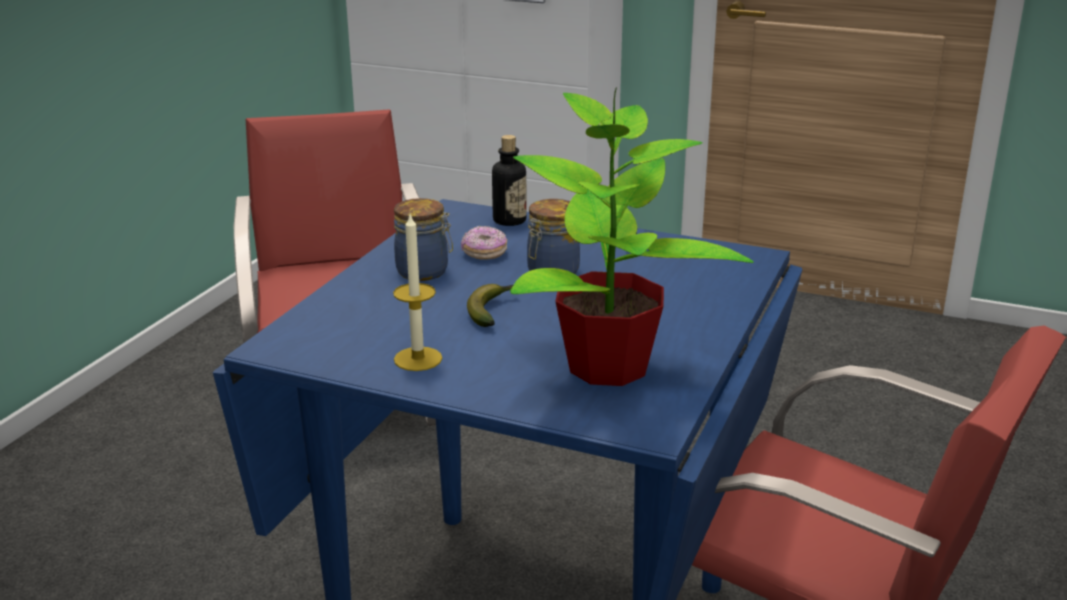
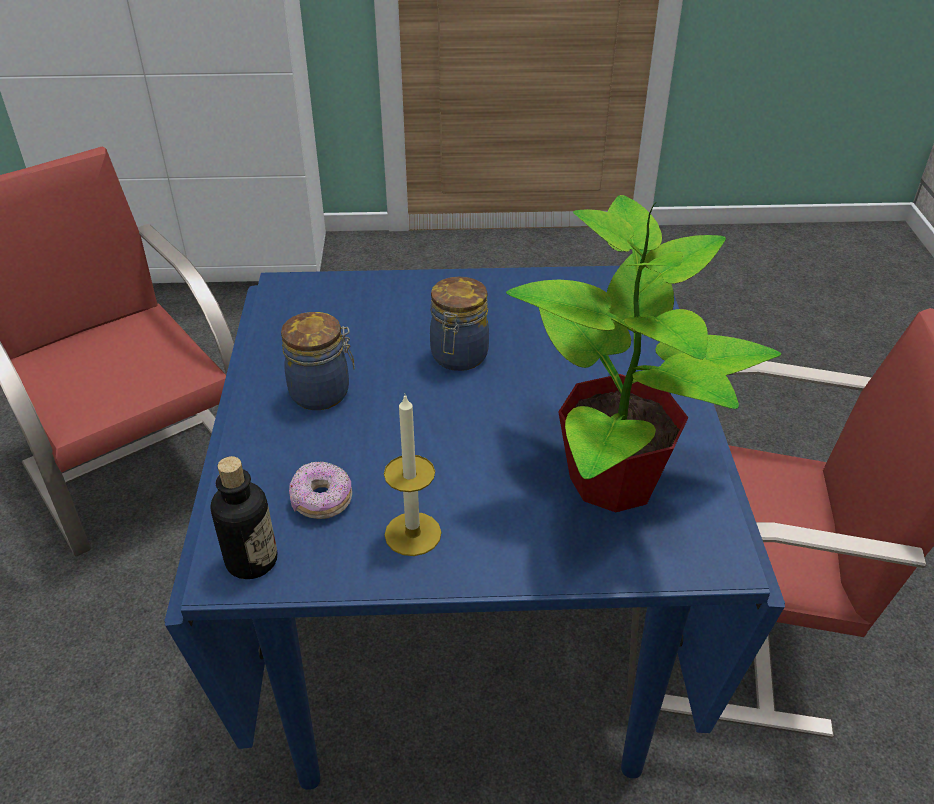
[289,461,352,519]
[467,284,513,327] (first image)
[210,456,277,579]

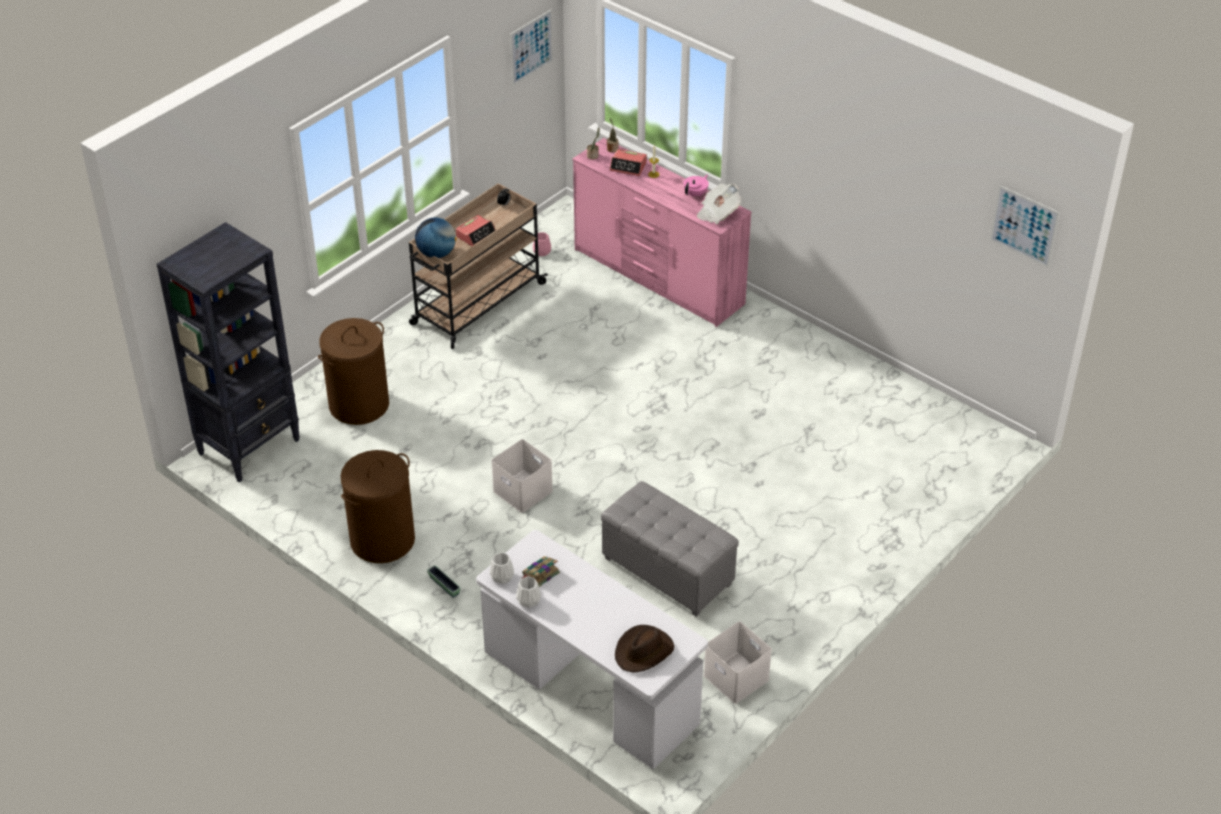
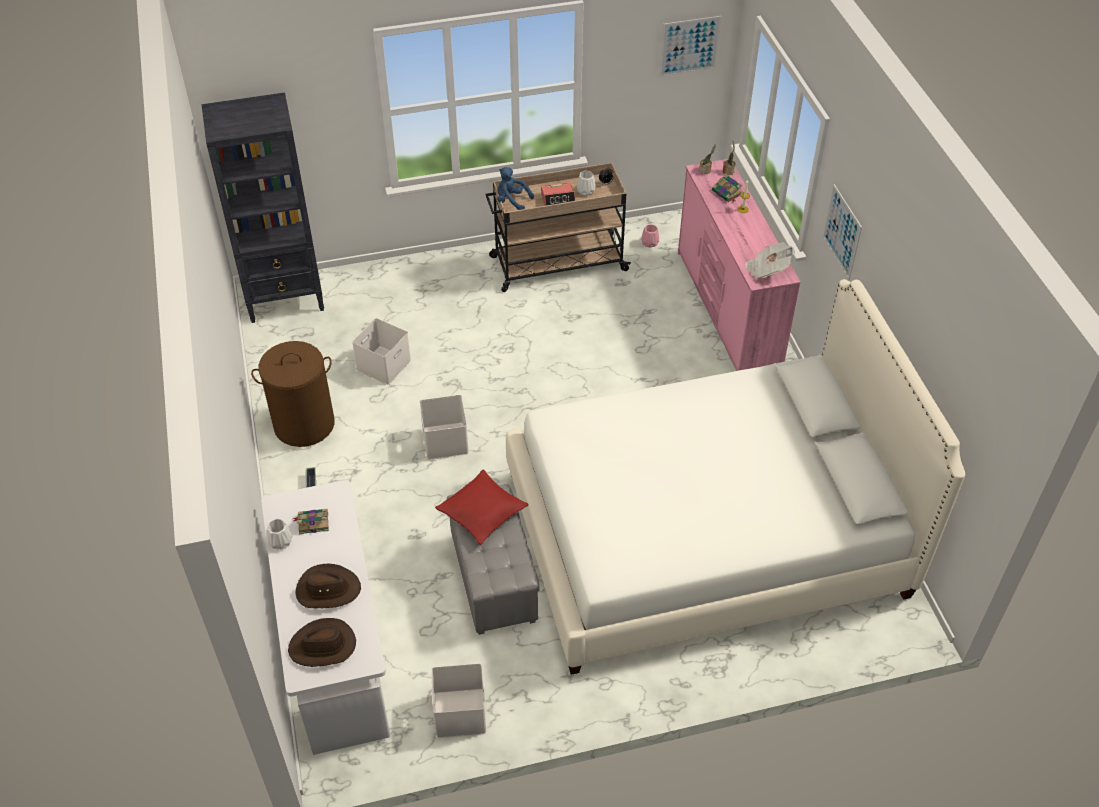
[318,318,389,425] (first image)
[497,167,534,210]
[577,171,596,196]
[712,174,742,202]
[683,174,709,197] (first image)
[822,184,862,280]
[296,564,361,608]
[352,318,411,385]
[435,470,528,545]
[506,279,965,675]

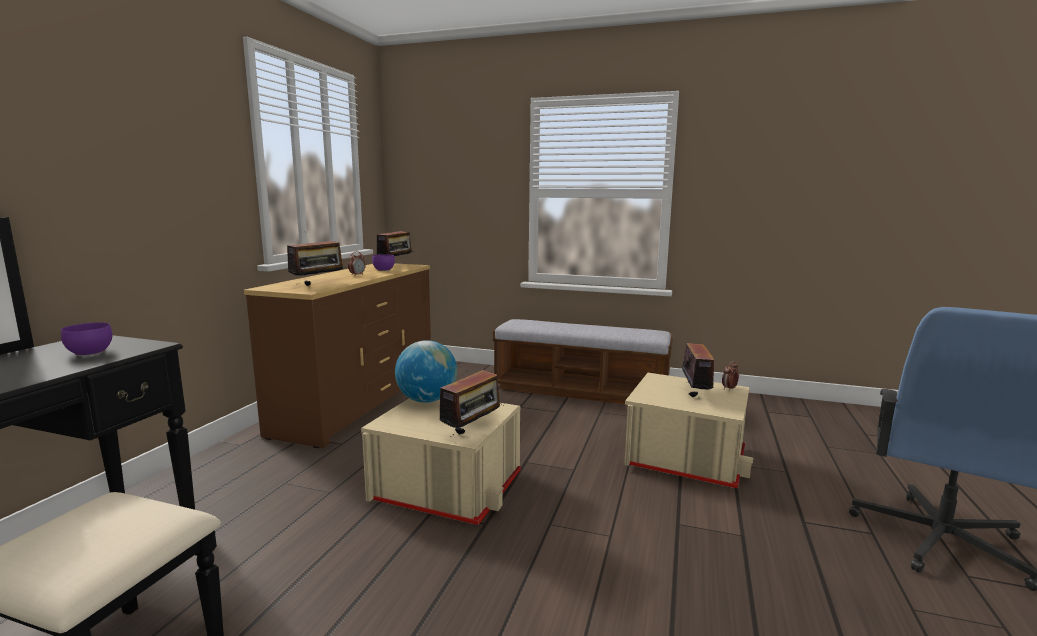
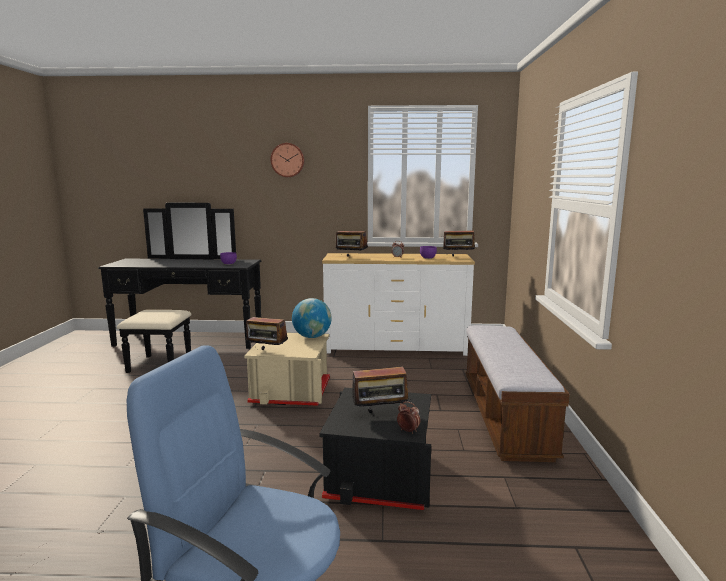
[322,253,475,356]
[319,388,431,510]
[271,143,304,177]

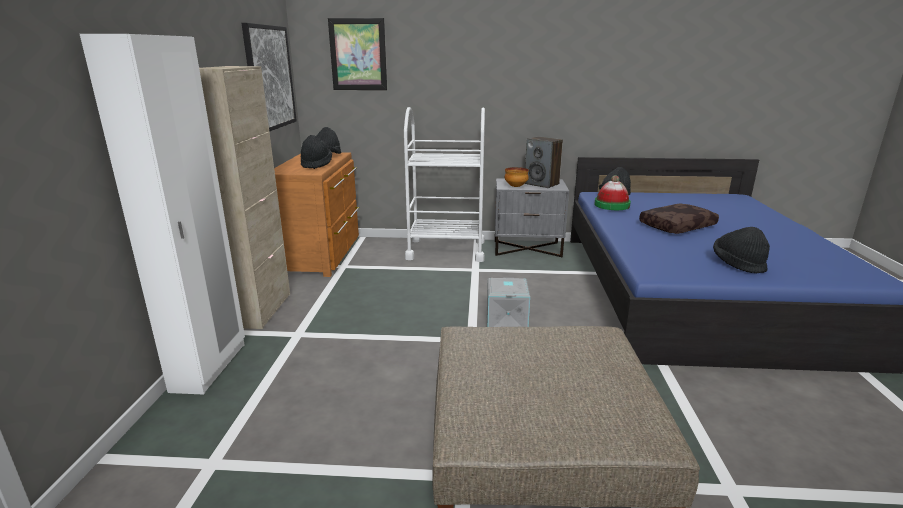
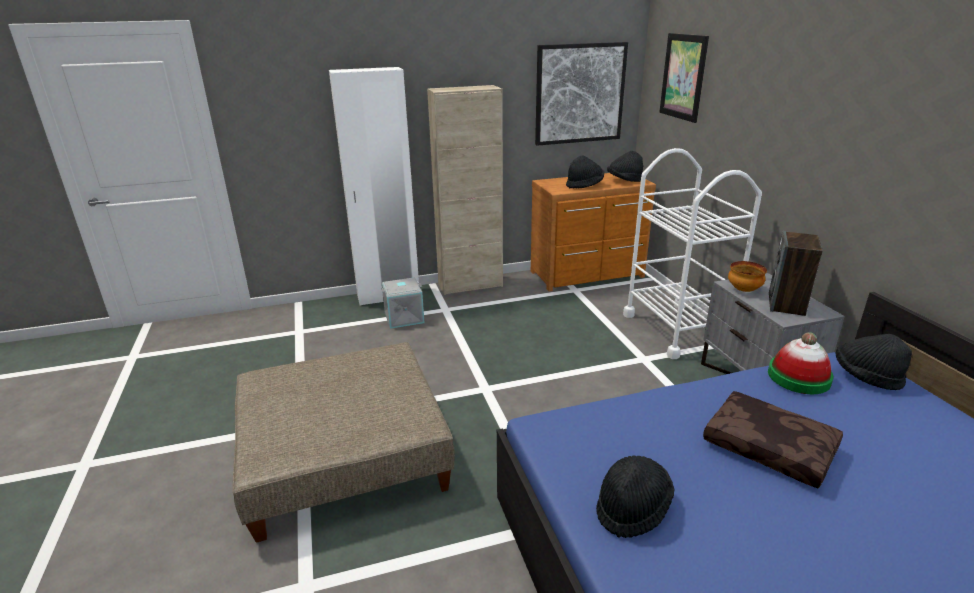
[381,278,425,329]

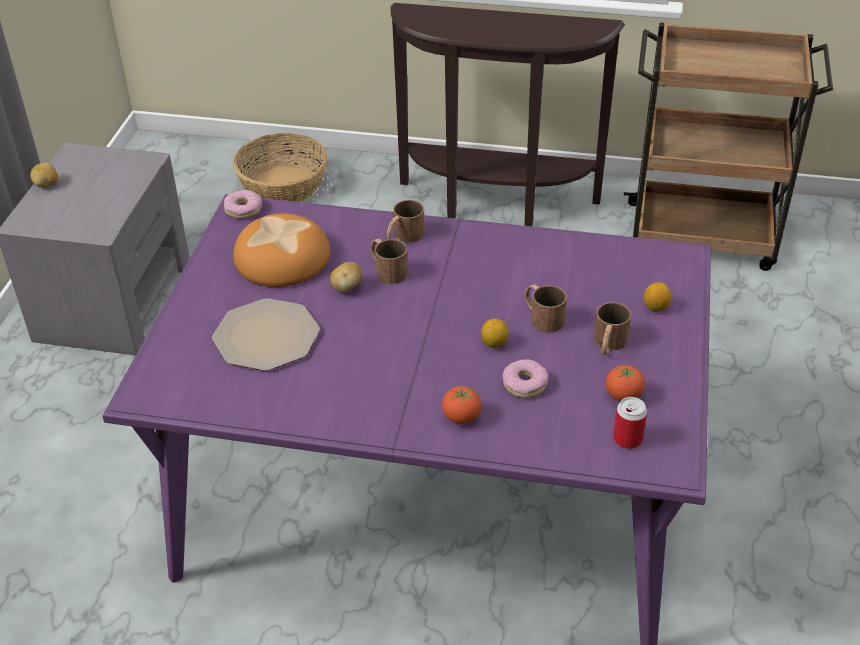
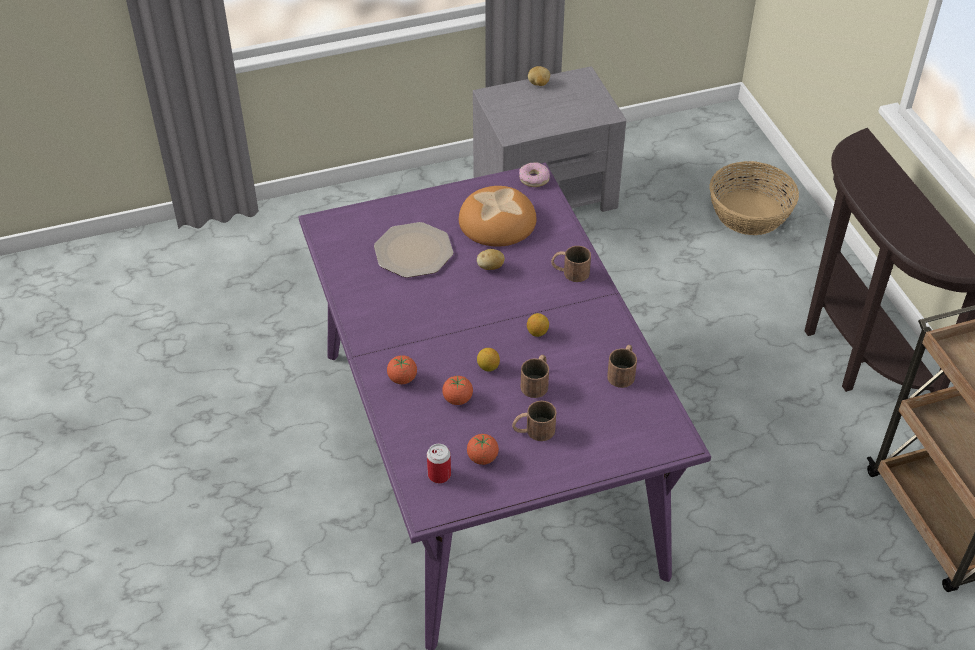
[607,345,637,388]
[442,376,473,405]
[527,313,549,337]

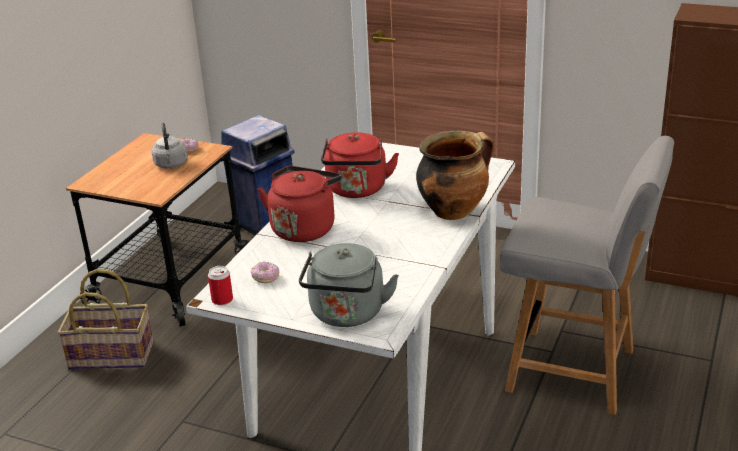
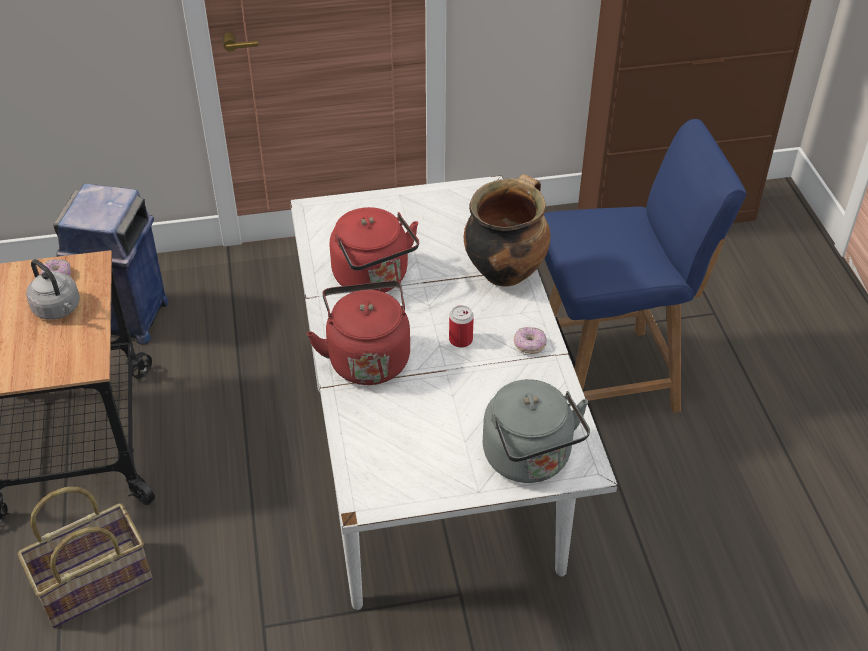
[449,305,474,348]
[514,327,546,354]
[544,119,746,413]

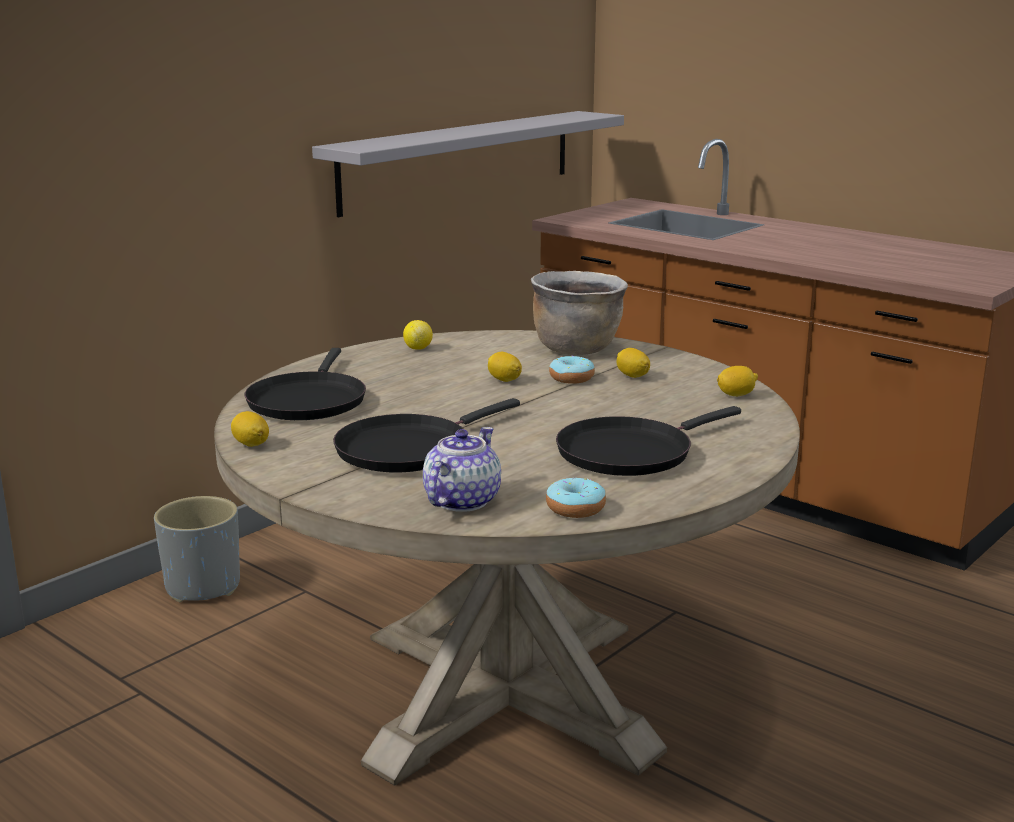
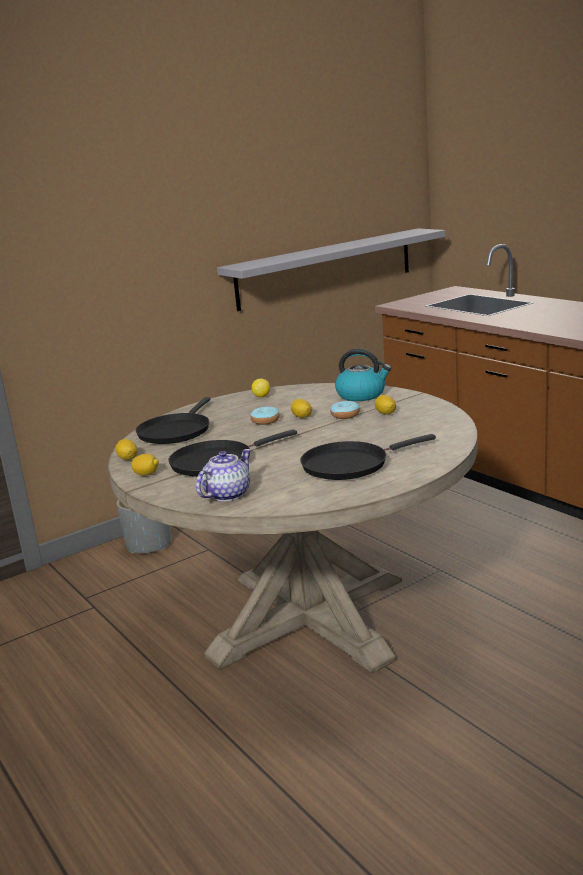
[335,349,392,401]
[250,406,280,425]
[131,454,159,476]

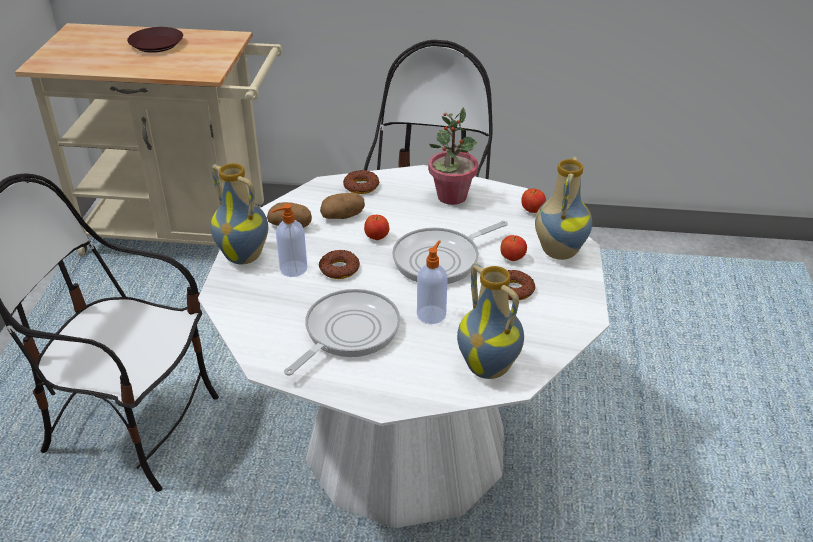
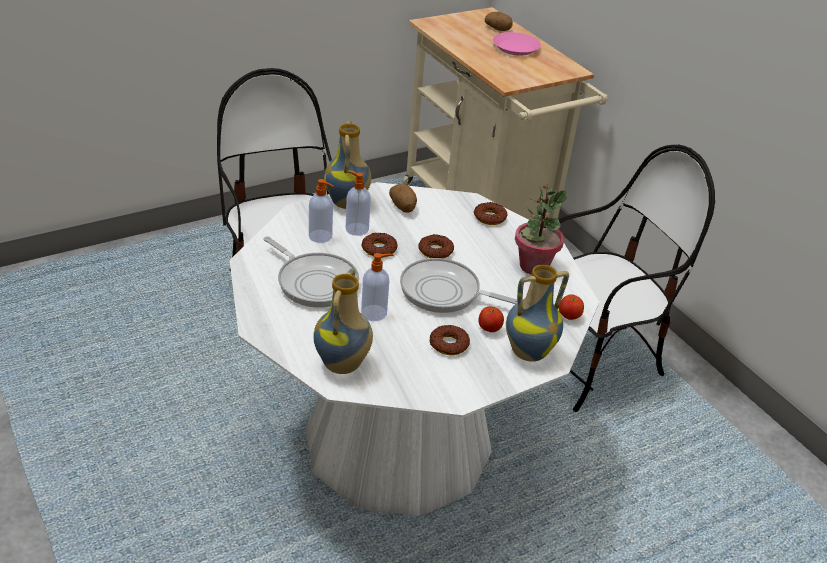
[493,32,541,56]
[263,236,359,308]
[485,12,513,31]
[418,234,454,259]
[309,179,333,243]

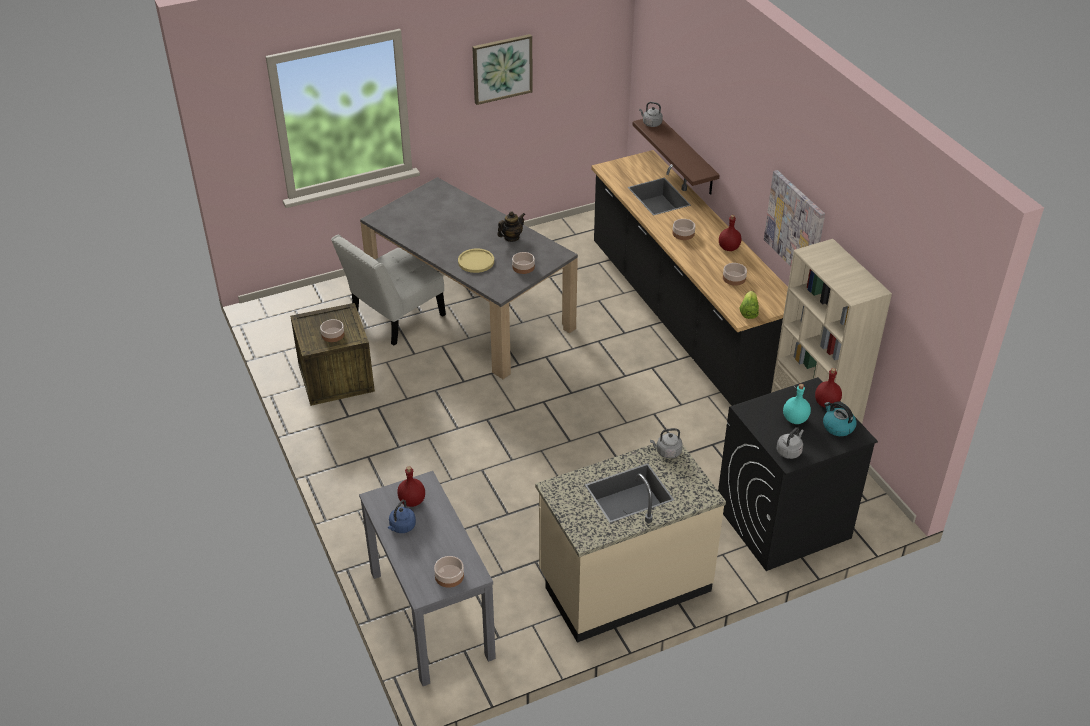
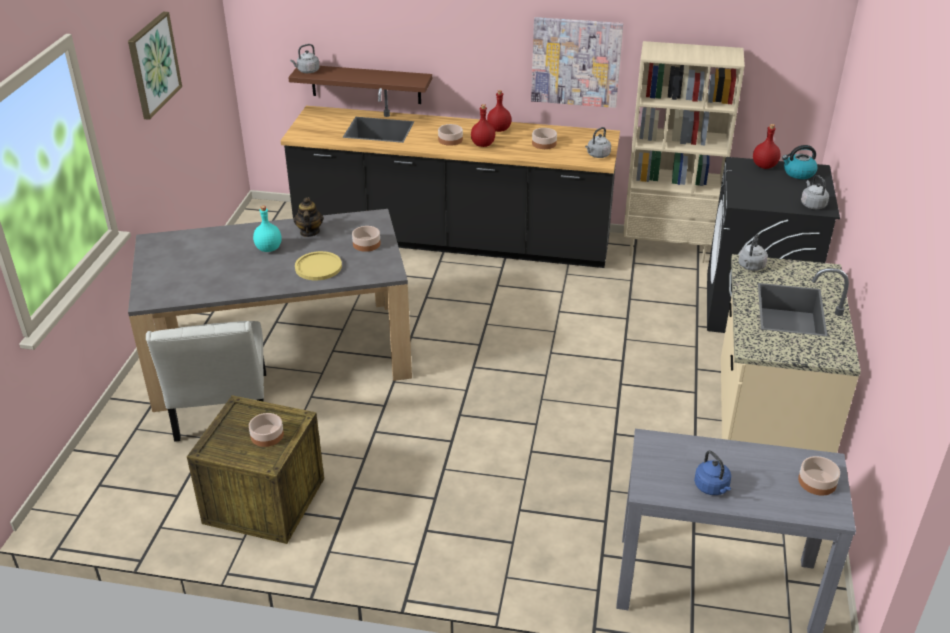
[471,104,495,147]
[585,127,611,158]
[253,206,282,252]

